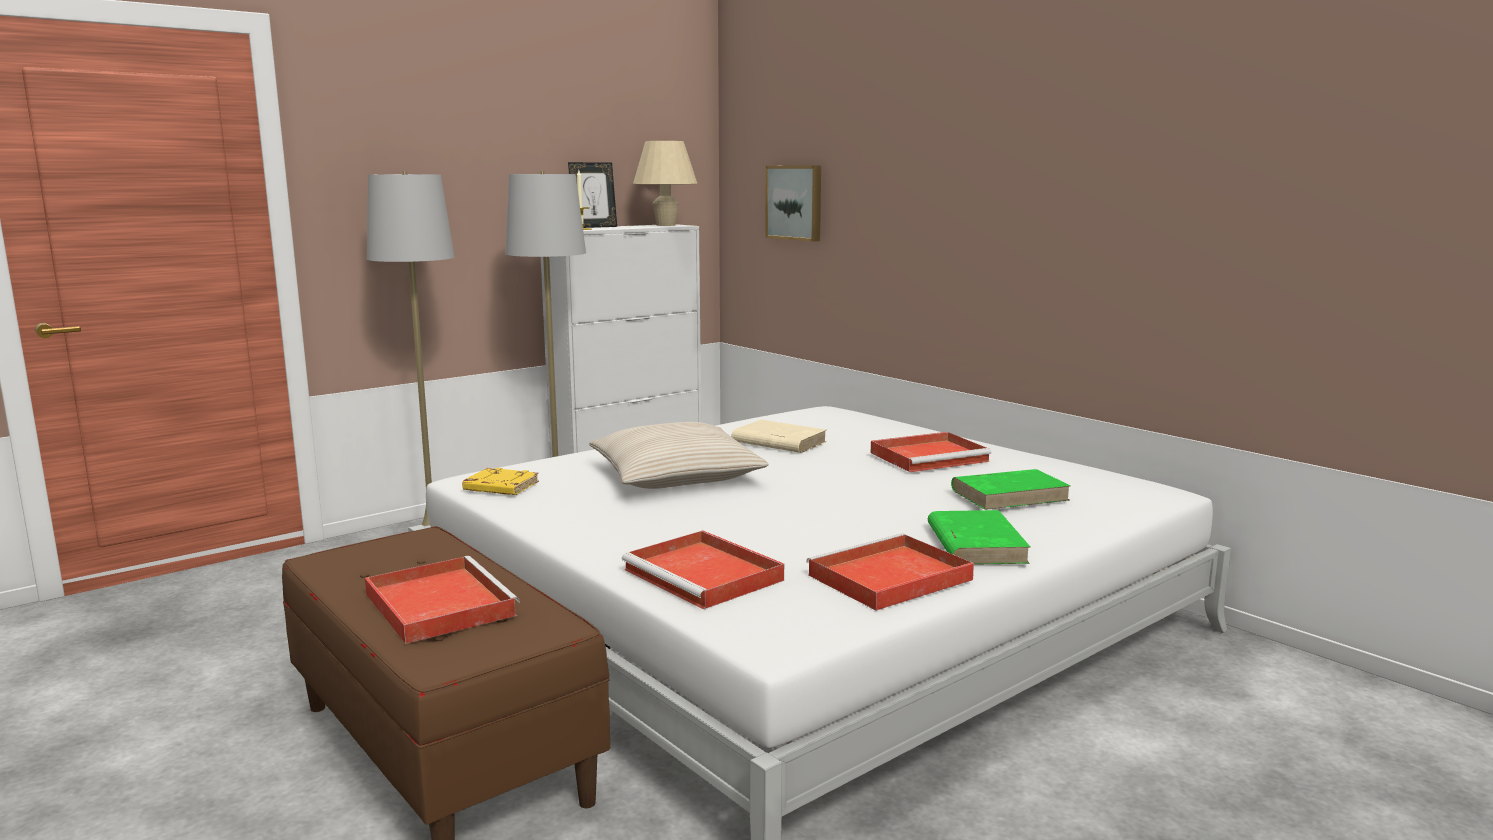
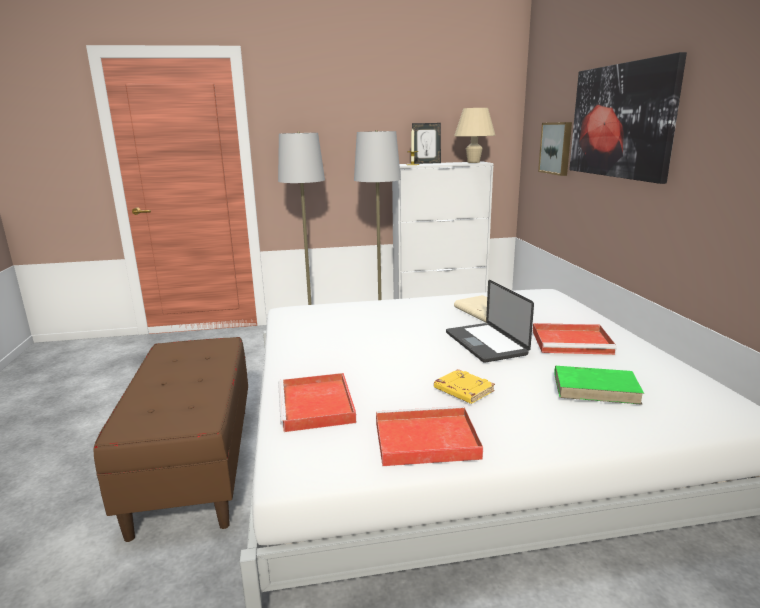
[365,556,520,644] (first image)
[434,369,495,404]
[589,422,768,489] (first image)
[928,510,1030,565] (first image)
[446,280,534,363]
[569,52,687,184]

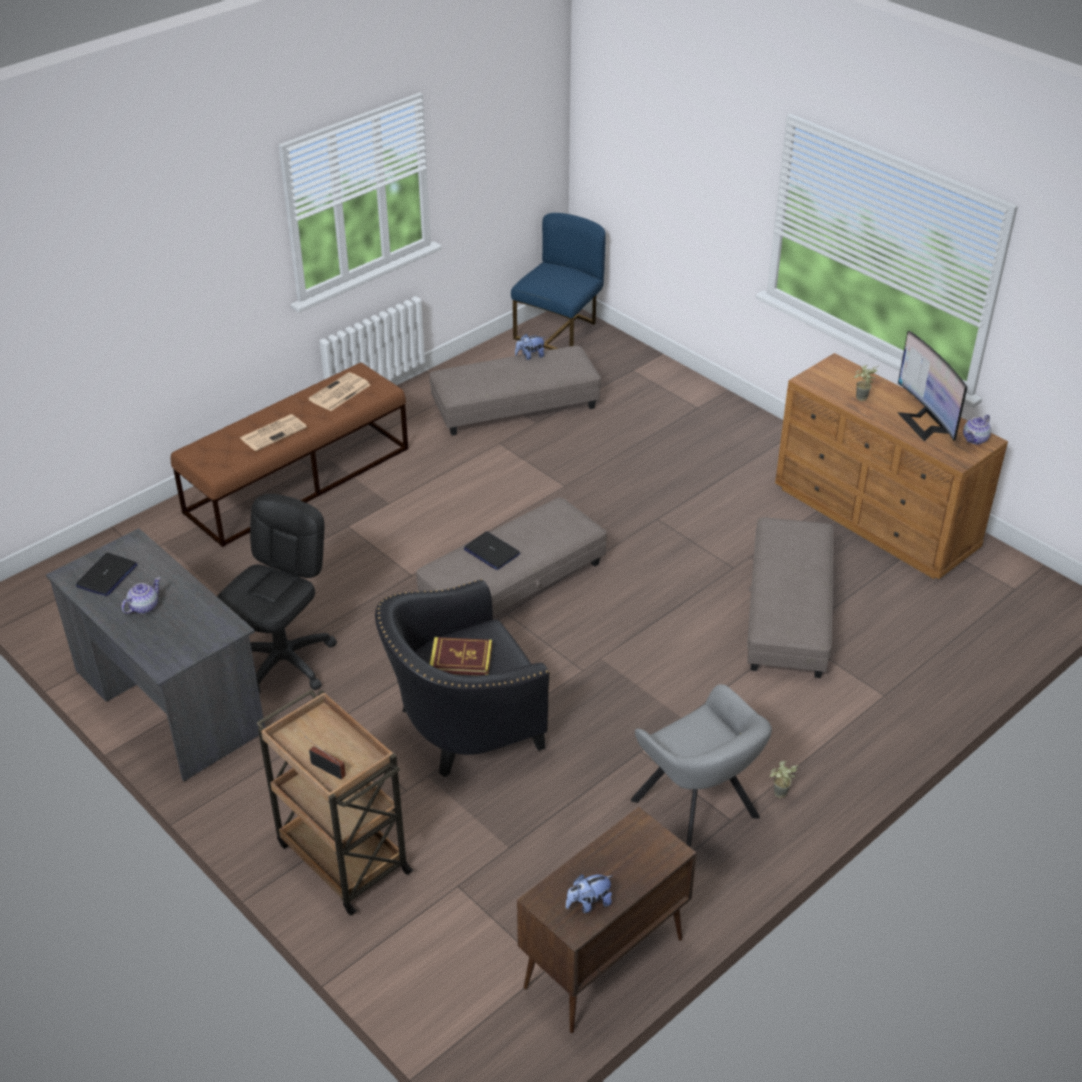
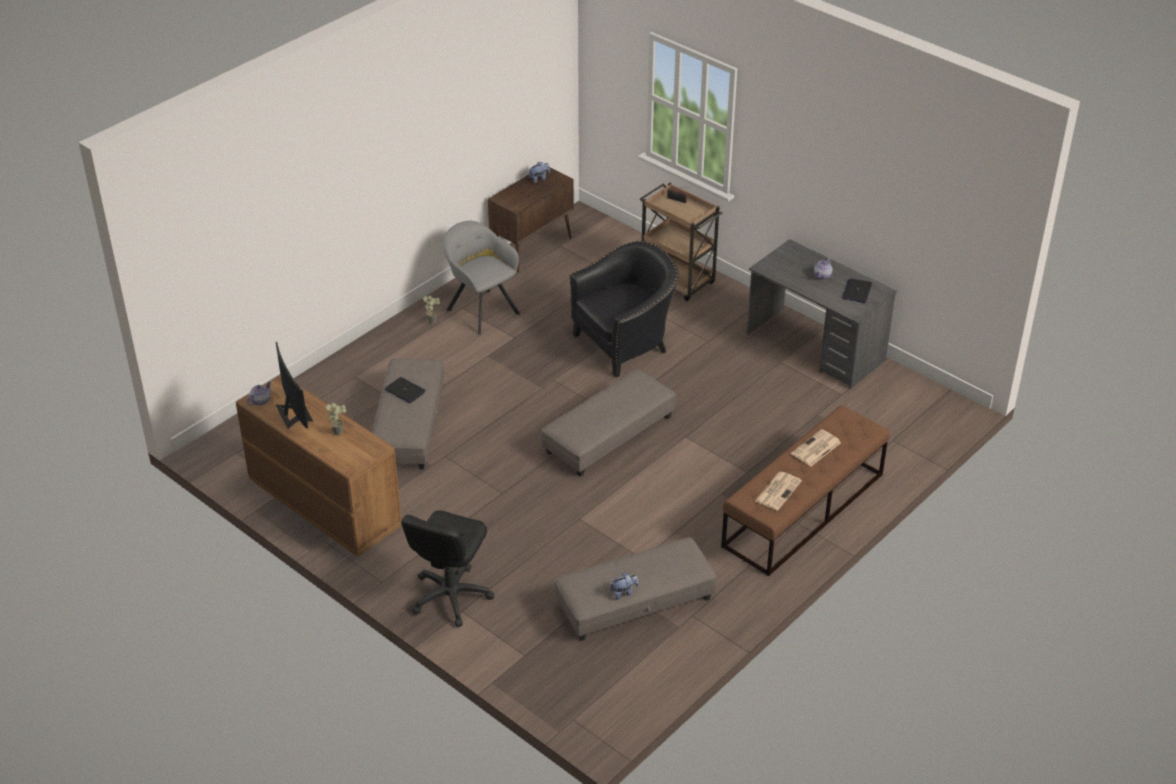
[401,510,494,627]
[430,637,492,675] (first image)
[385,377,426,403]
[511,213,606,350] (first image)

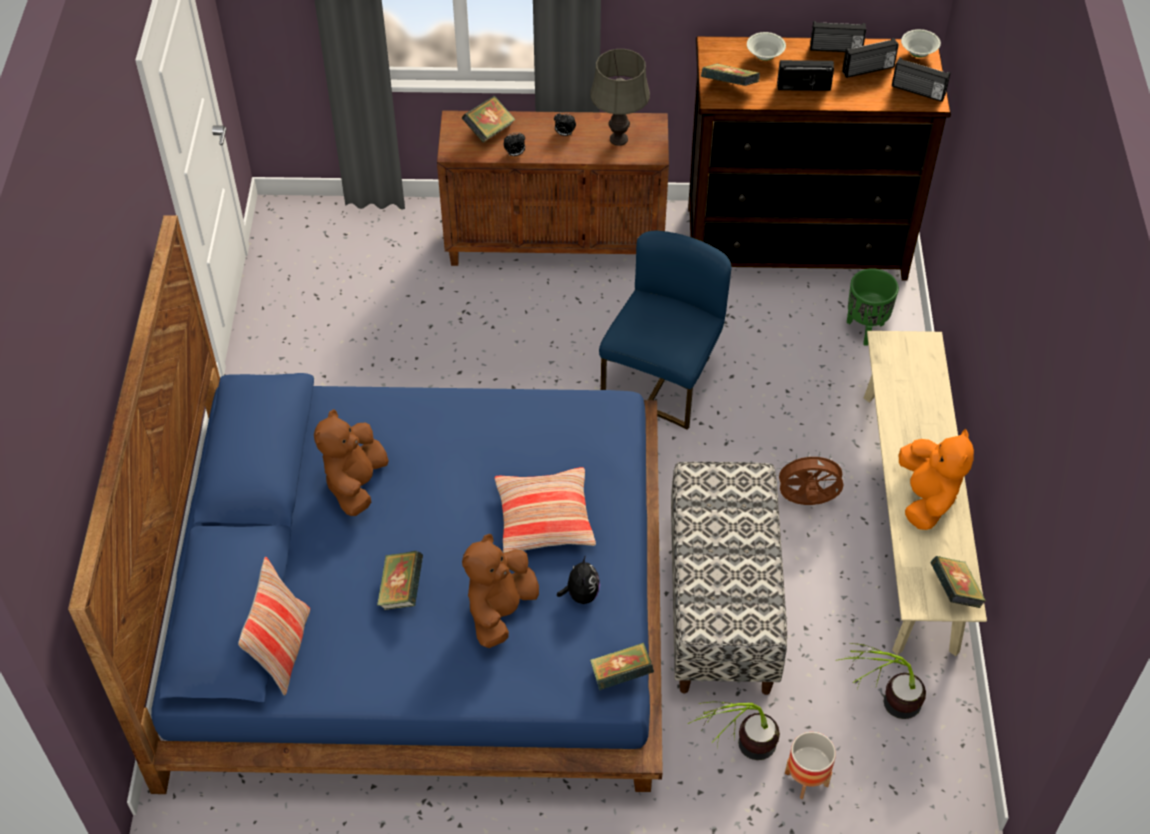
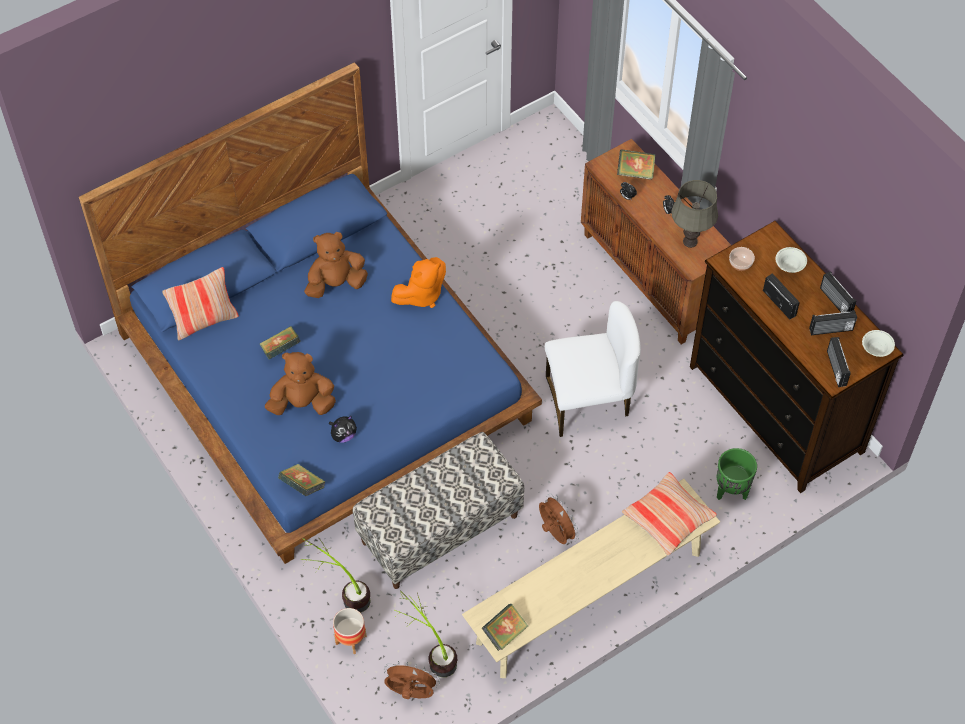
[622,472,717,556]
[545,301,641,437]
[729,247,755,271]
[809,310,857,335]
[391,257,446,308]
[384,661,440,699]

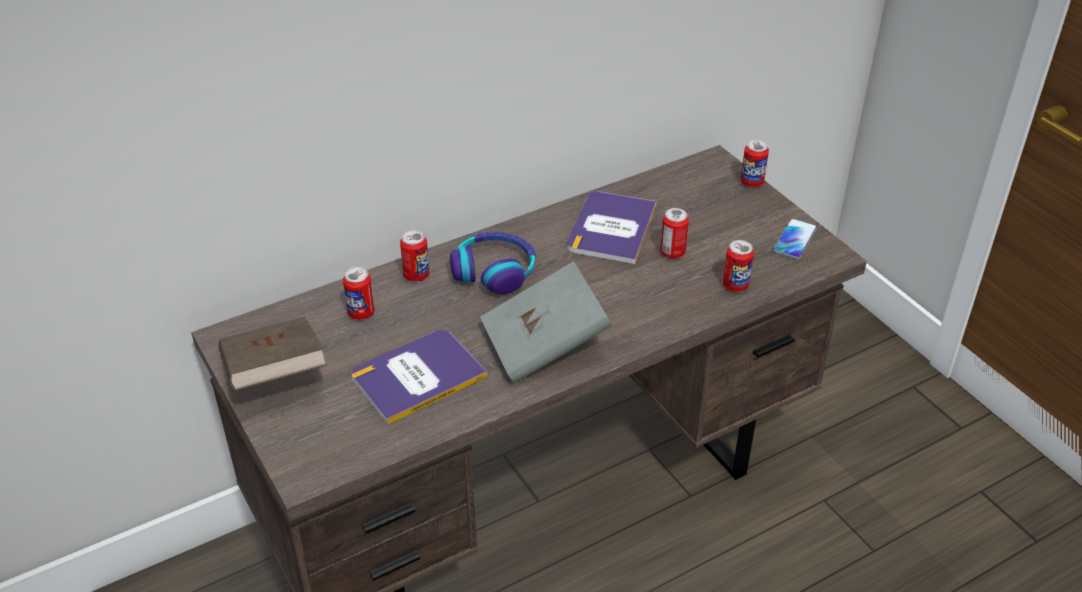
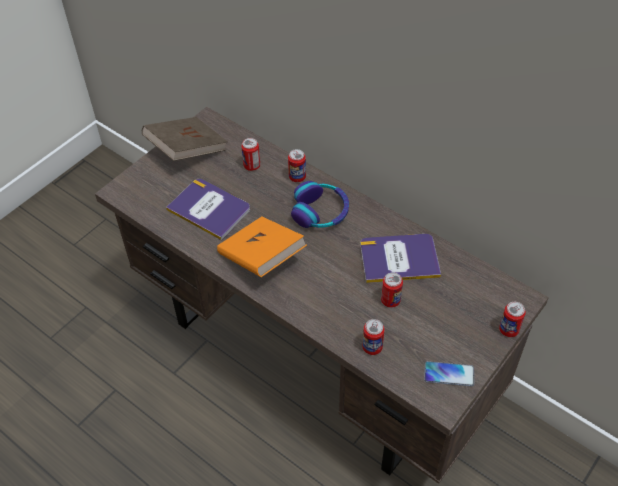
[217,216,307,277]

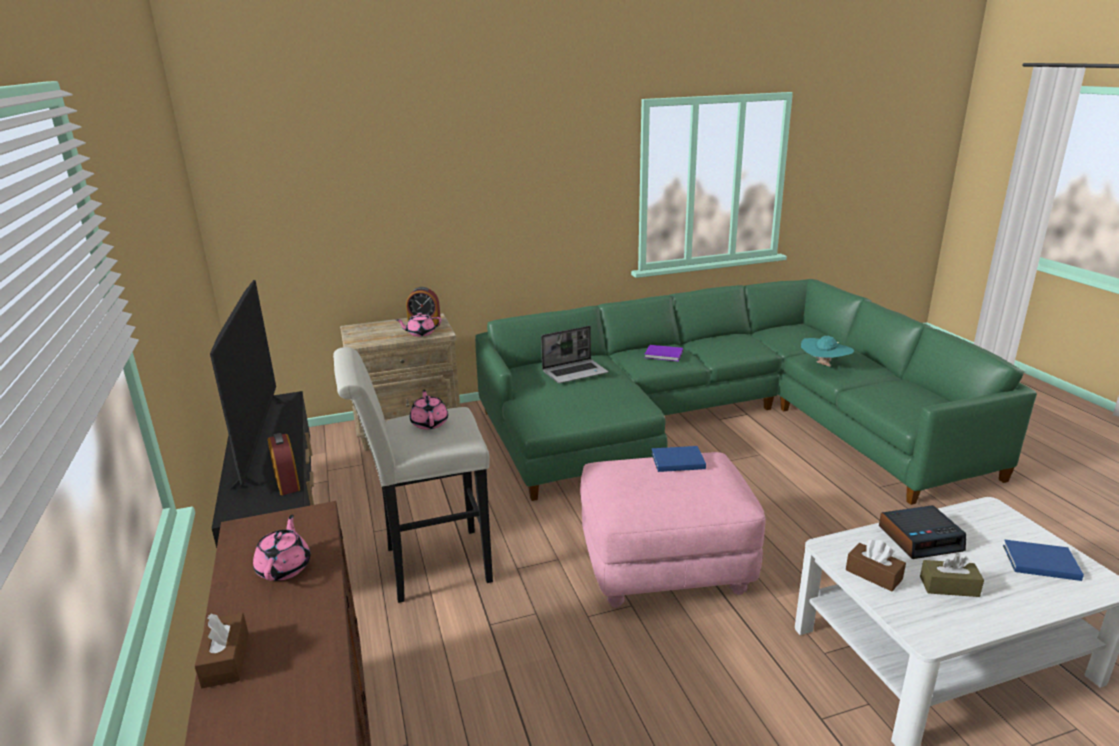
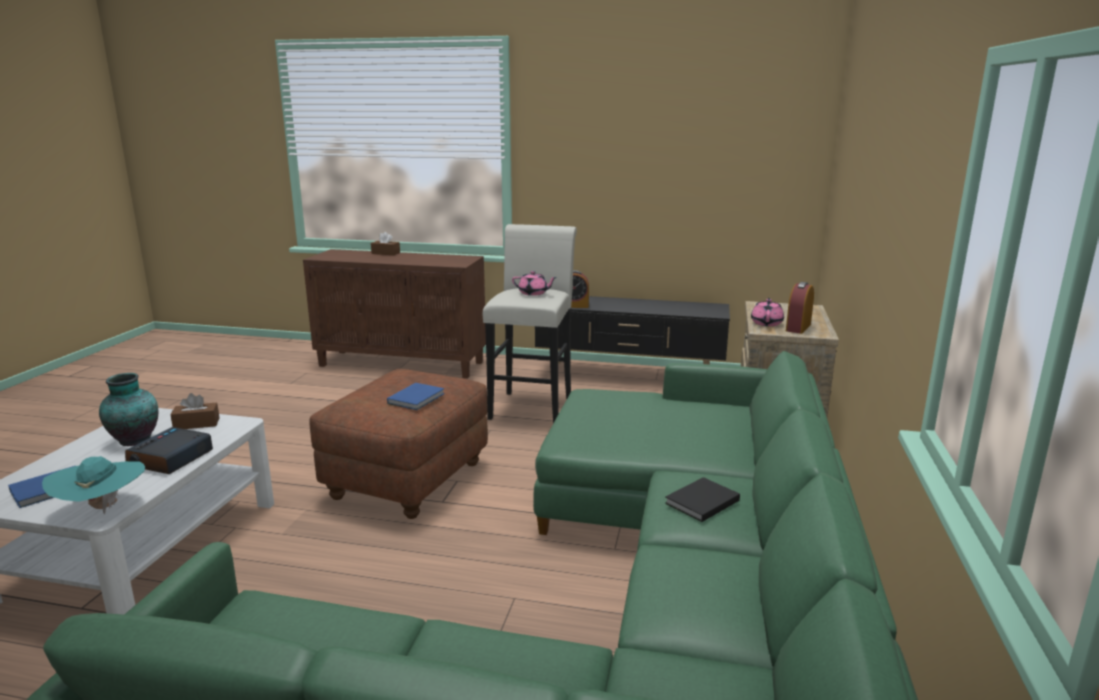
[210,280,285,489] (first image)
[253,515,310,581] (first image)
[541,326,608,383] (first image)
[309,369,488,519]
[665,477,740,522]
[42,456,145,514]
[99,373,158,446]

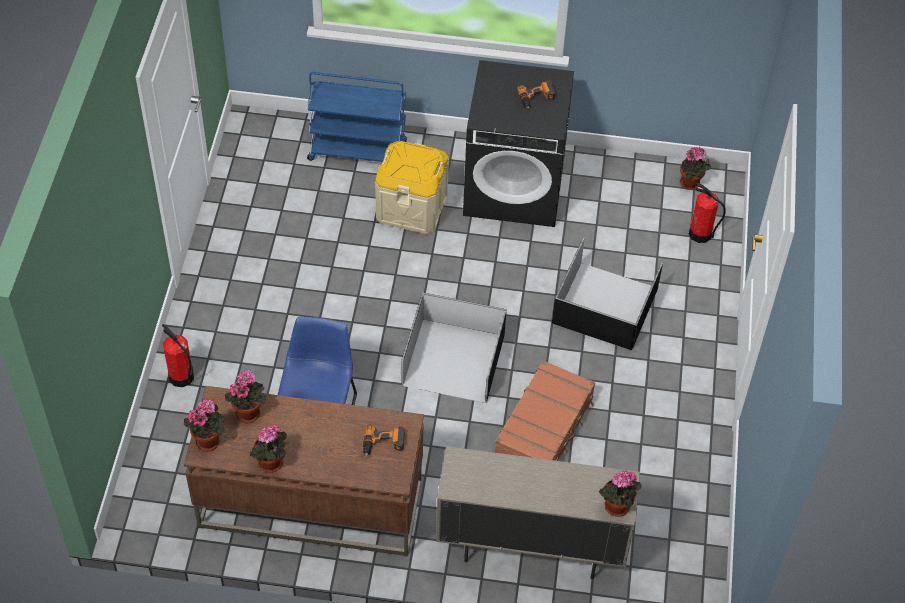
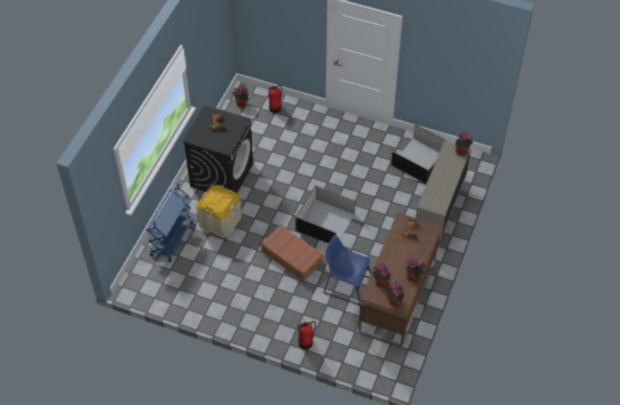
[261,225,323,281]
[391,125,447,184]

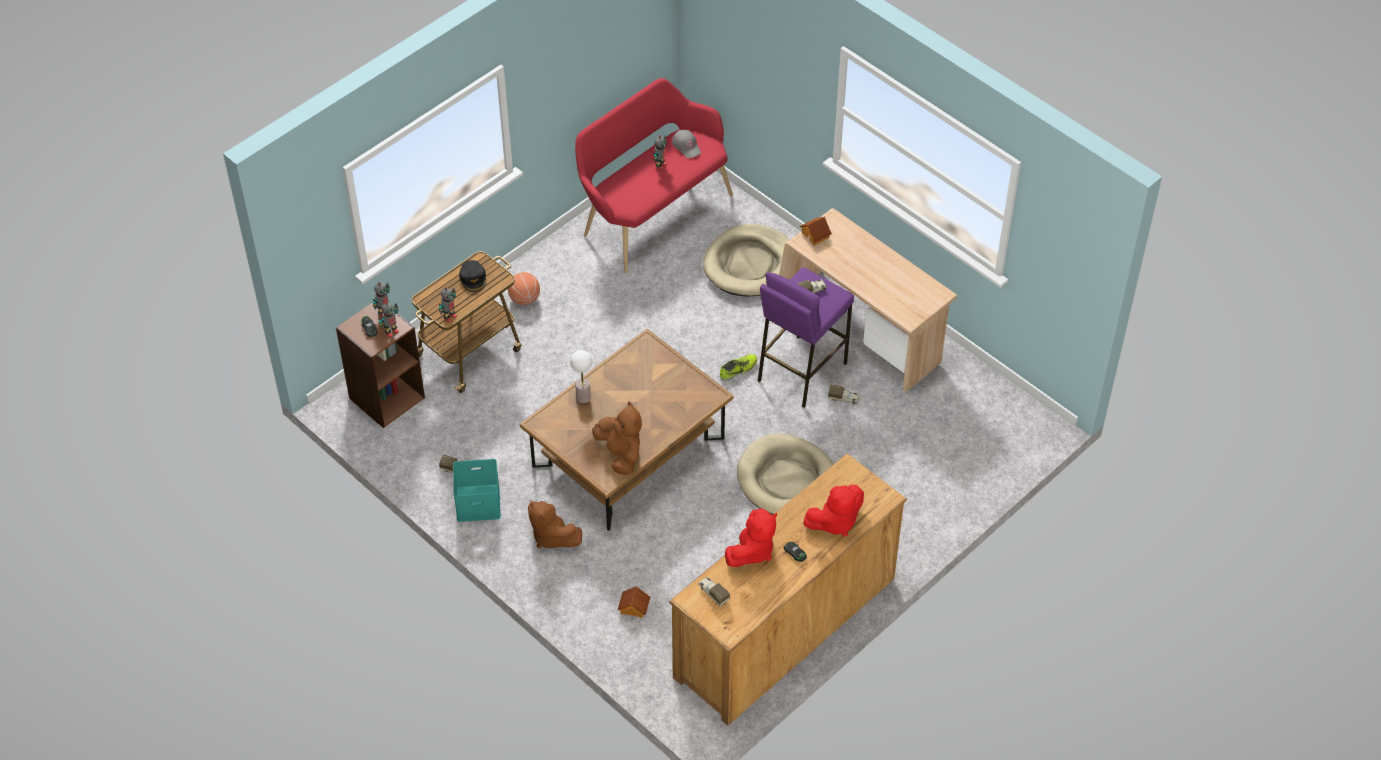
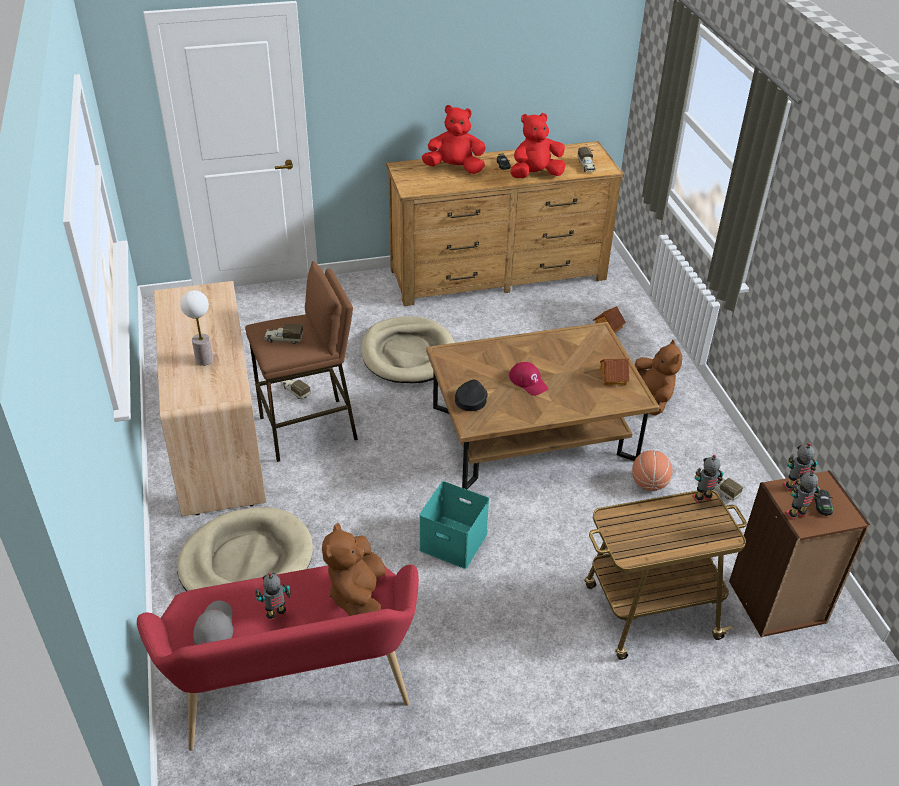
[419,481,489,569]
[455,380,488,411]
[632,450,672,491]
[180,290,213,366]
[322,523,386,616]
[720,354,757,381] (first image)
[245,261,358,462]
[600,358,629,385]
[509,362,548,396]

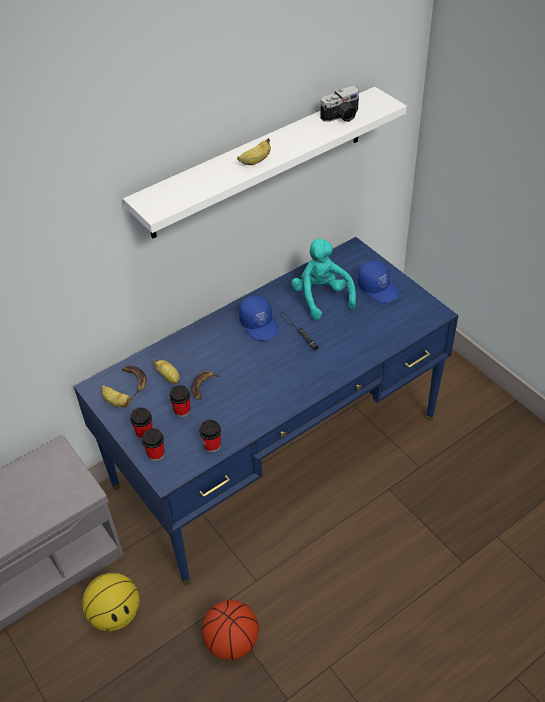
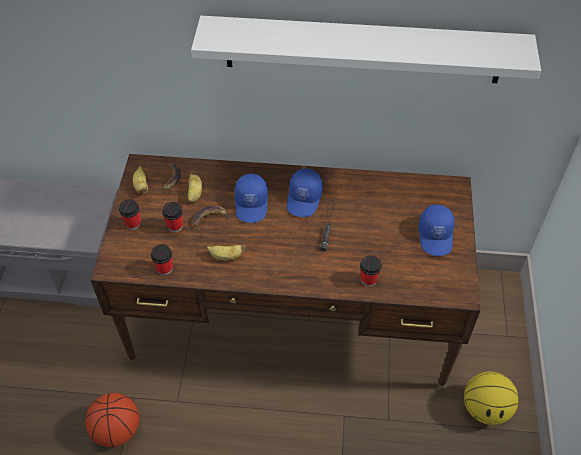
[90,154,480,390]
[464,371,519,425]
[360,255,382,287]
[207,245,245,260]
[291,238,356,320] (first image)
[320,86,359,122] (first image)
[234,174,268,223]

